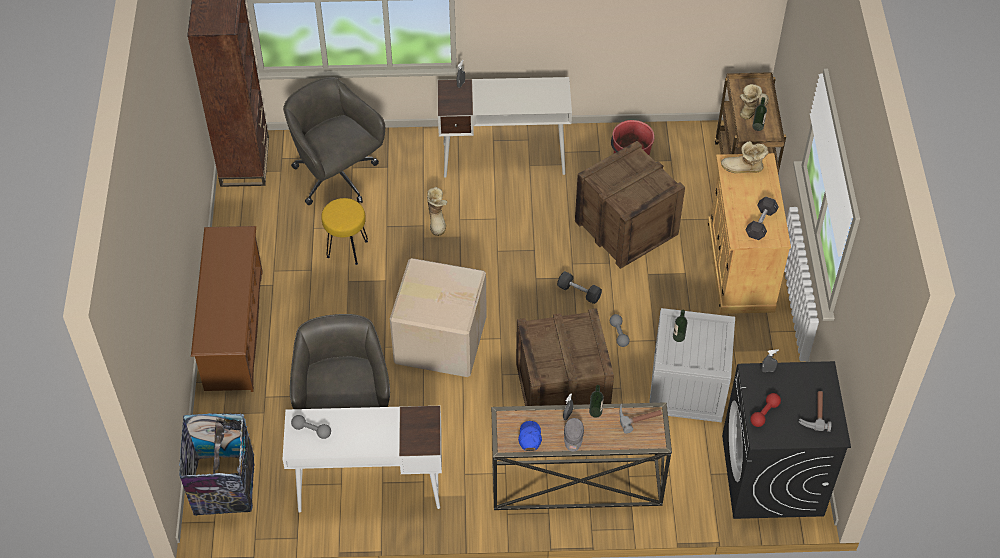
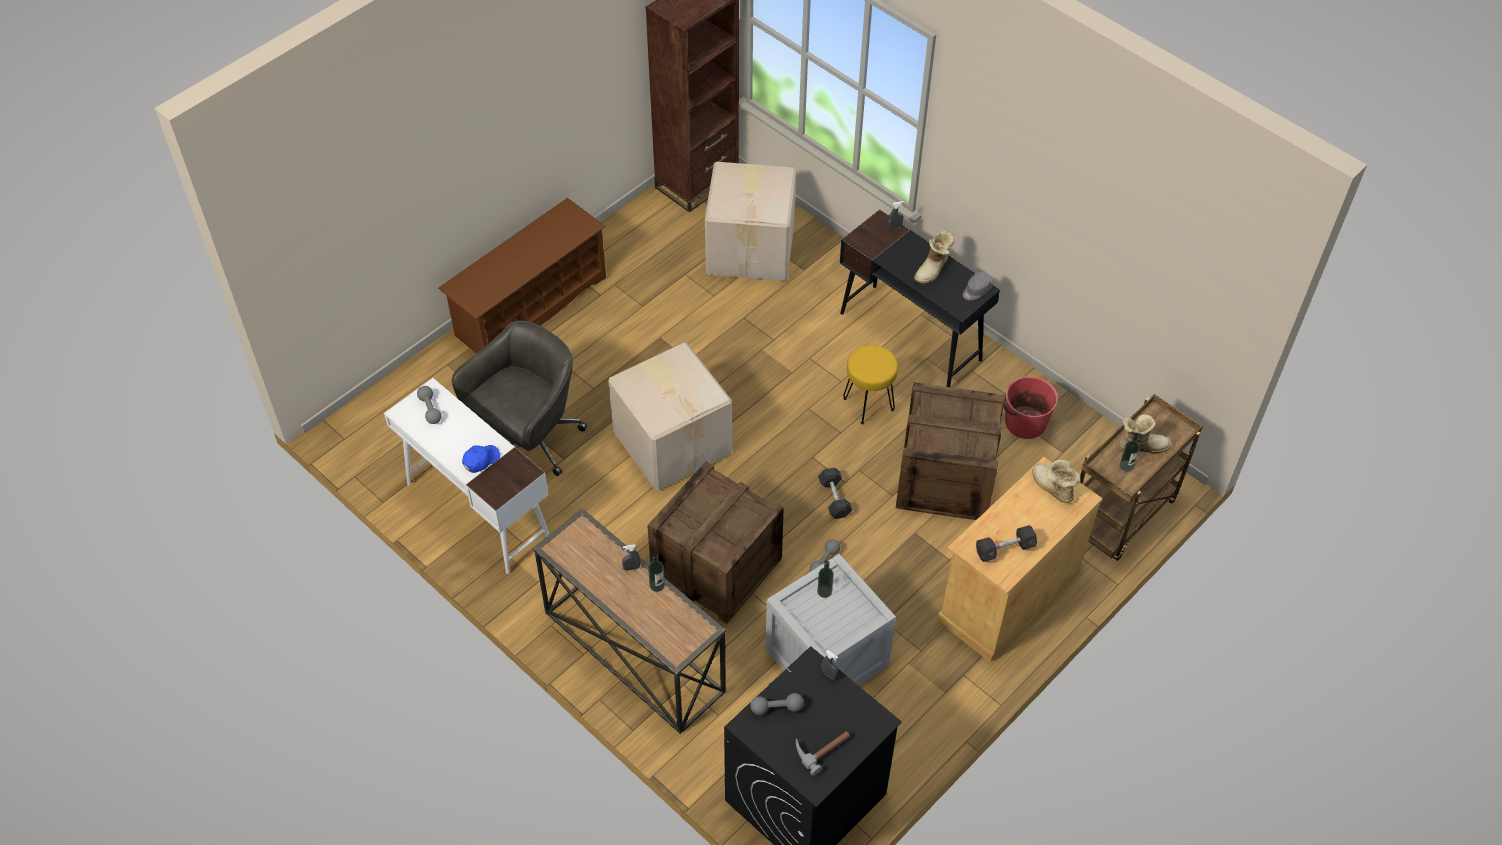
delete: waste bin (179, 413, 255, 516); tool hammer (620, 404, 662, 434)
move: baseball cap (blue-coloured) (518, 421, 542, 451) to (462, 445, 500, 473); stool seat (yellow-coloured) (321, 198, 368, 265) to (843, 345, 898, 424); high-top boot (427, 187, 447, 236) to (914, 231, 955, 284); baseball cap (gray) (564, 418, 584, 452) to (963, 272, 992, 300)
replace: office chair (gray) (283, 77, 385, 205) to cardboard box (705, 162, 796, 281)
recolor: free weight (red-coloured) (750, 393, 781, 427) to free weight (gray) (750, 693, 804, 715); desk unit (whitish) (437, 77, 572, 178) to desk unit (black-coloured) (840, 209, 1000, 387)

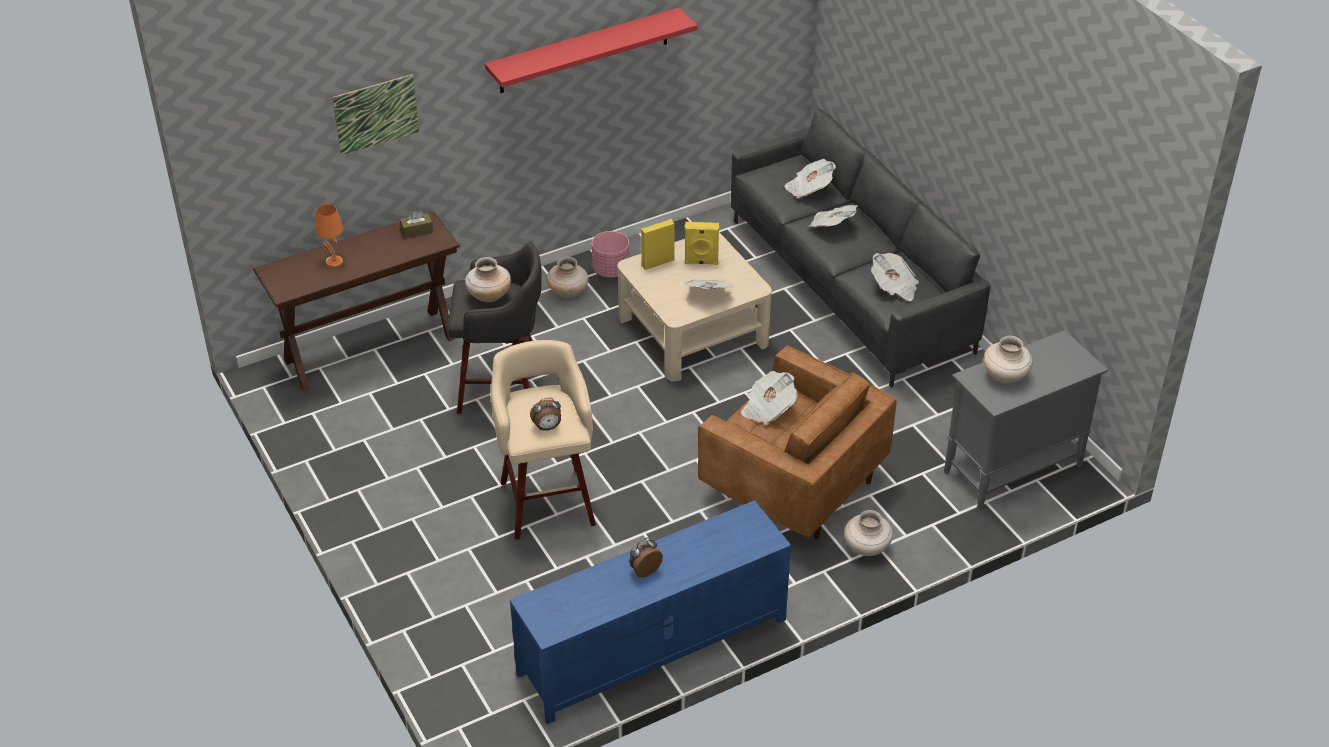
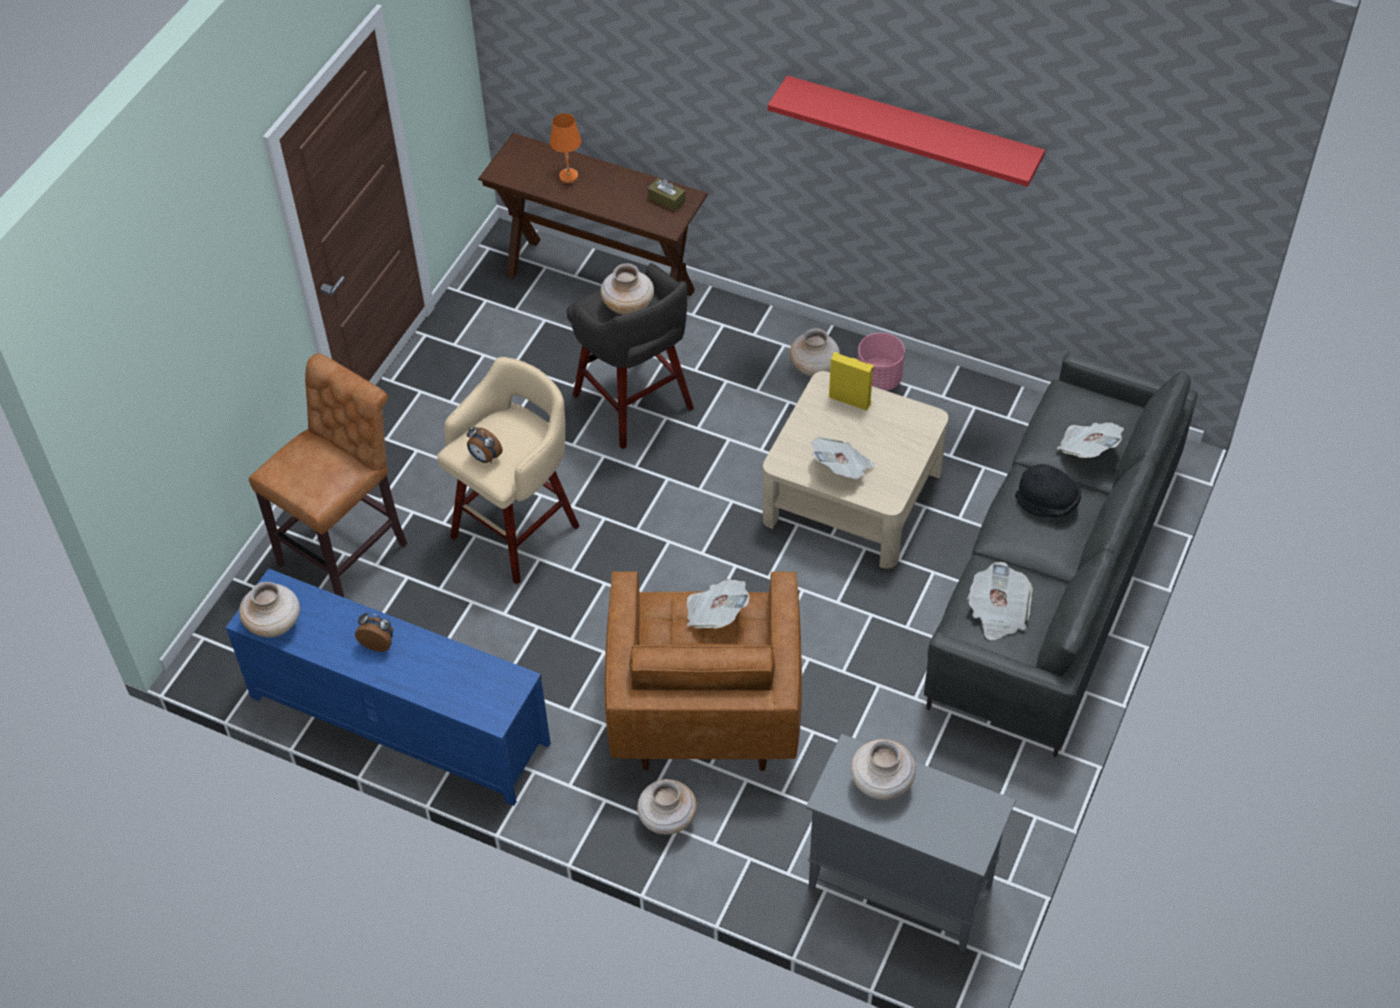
delete: wall picture (332, 74, 419, 155); audio speaker (yellow-coloured) (684, 222, 719, 265)
insert: decorative vase (beige-coloured) (239, 582, 300, 637); stool seat (brownish) (249, 353, 407, 597)
replace: daily paper (808, 205, 858, 227) to clothing hat (black-coloured) (1015, 464, 1081, 518)

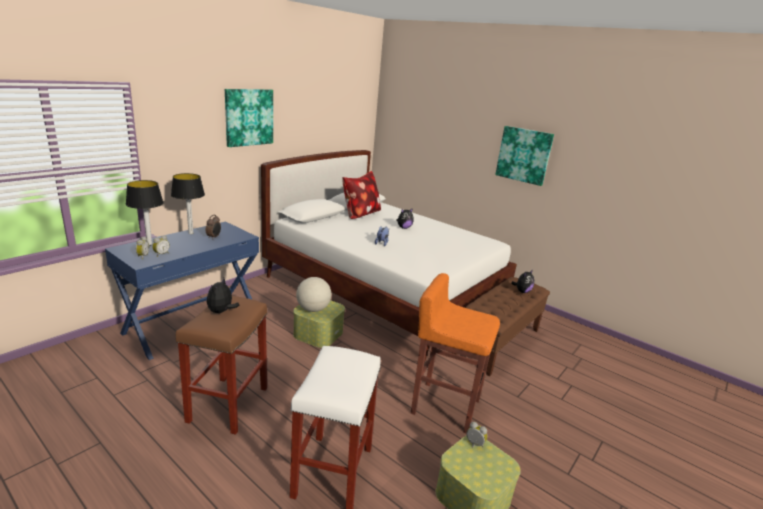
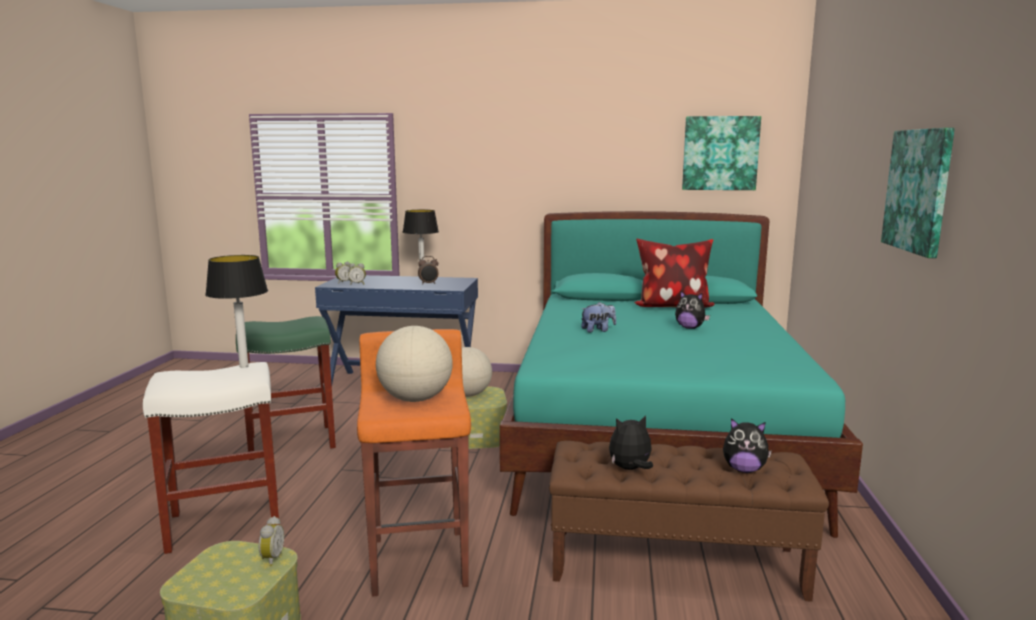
insert: desk globe (376, 326, 453, 402)
move: lamp for a table (126, 180, 164, 246) to (205, 255, 268, 367); plush toy (207, 278, 239, 313) to (609, 415, 653, 470); wall picture (225, 89, 273, 147) to (682, 116, 761, 190)
recolor: stool seat (brownish) (176, 296, 267, 435) to stool seat (green) (236, 316, 336, 460); bedroom bed (whitish) (261, 150, 517, 360) to bedroom bed (blue-green) (500, 211, 863, 538)

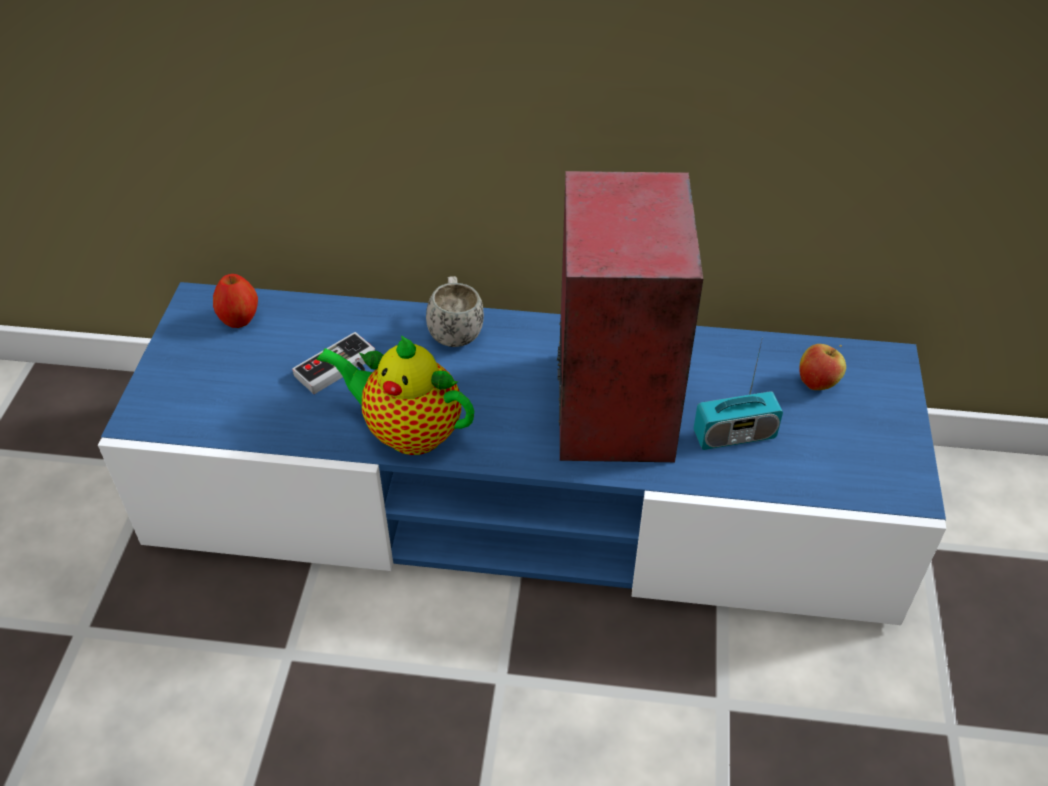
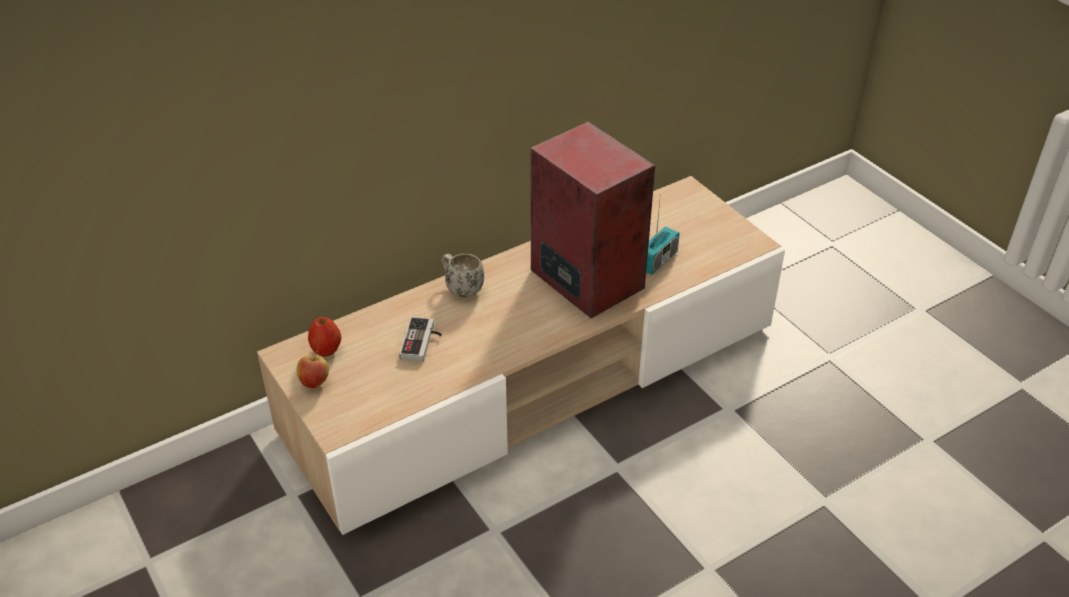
delete: teapot (316, 335, 474, 455)
move: apple fruit (799, 344, 846, 390) to (296, 351, 329, 389)
recolor: media console (blue-coloured) (98, 282, 946, 625) to media console (beige-coloured) (257, 176, 785, 535)

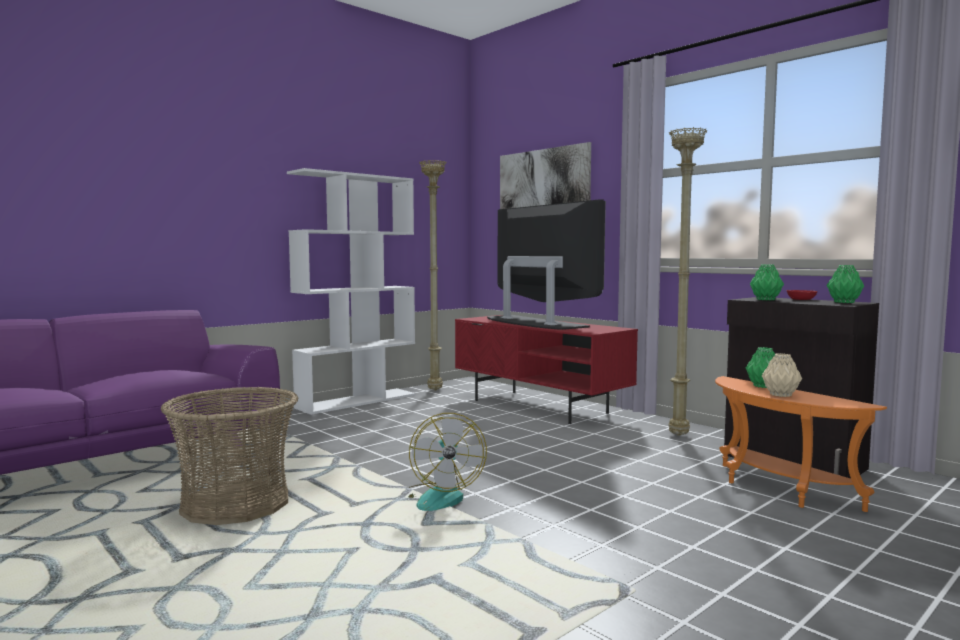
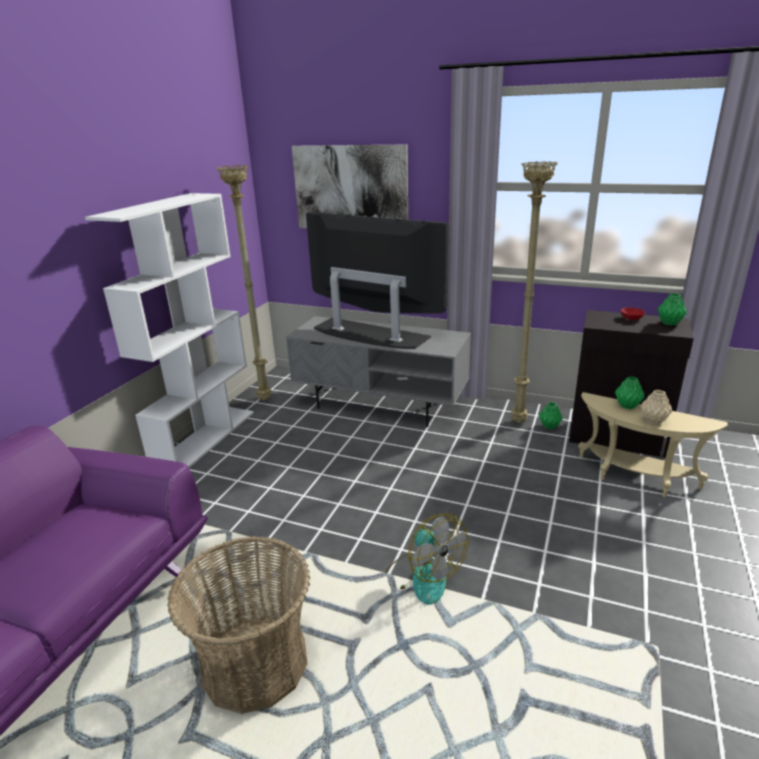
move: decorative vase (green) (750, 264, 784, 300) to (539, 402, 562, 429)
recolor: media console (red-coloured) (455, 315, 638, 424) to media console (gray) (286, 316, 471, 427); end table (orange) (715, 376, 887, 512) to end table (beige-coloured) (578, 392, 728, 497)

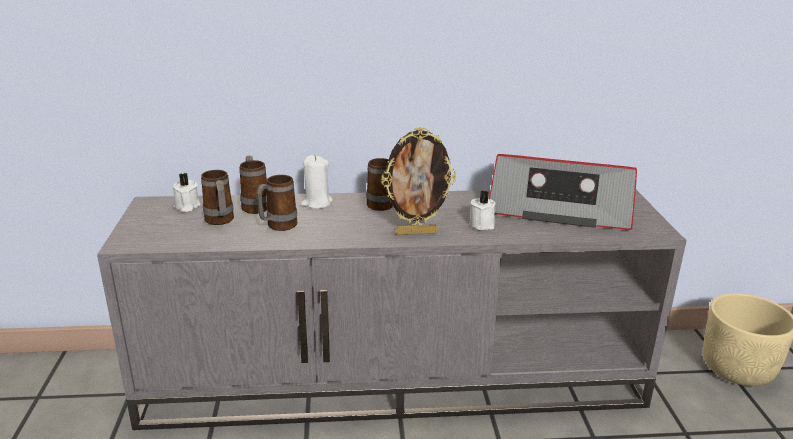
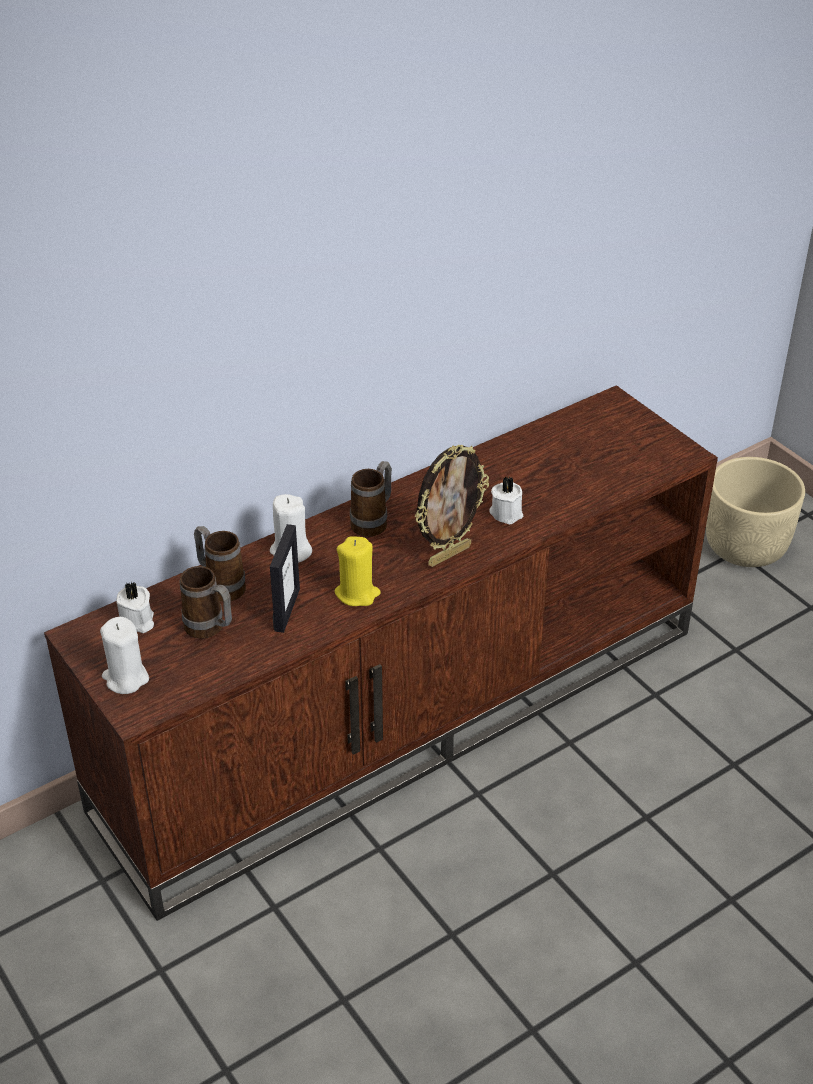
delete: radio receiver (489, 154, 637, 230)
insert: candle (whitish) (100, 617, 149, 694); candle (yellow-coloured) (334, 536, 381, 606)
replace: mug (256, 175, 297, 231) to standing frame (270, 524, 300, 633)
recolor: media console (gray) (97, 190, 687, 430) to media console (brownish) (44, 385, 718, 921)

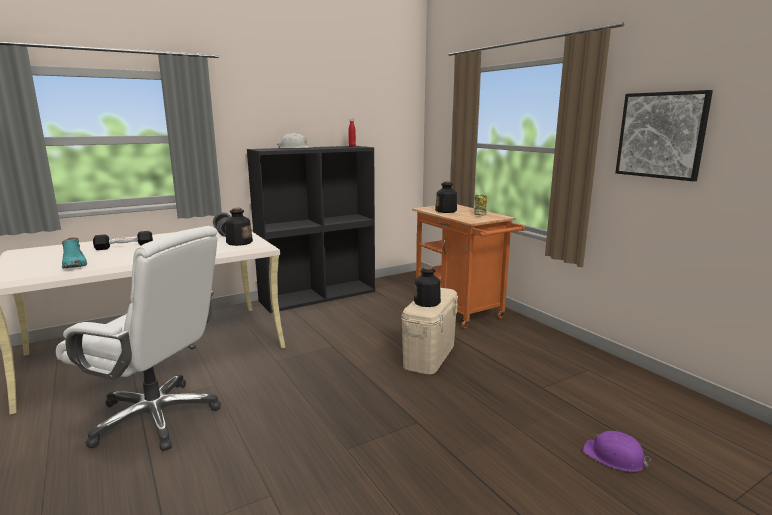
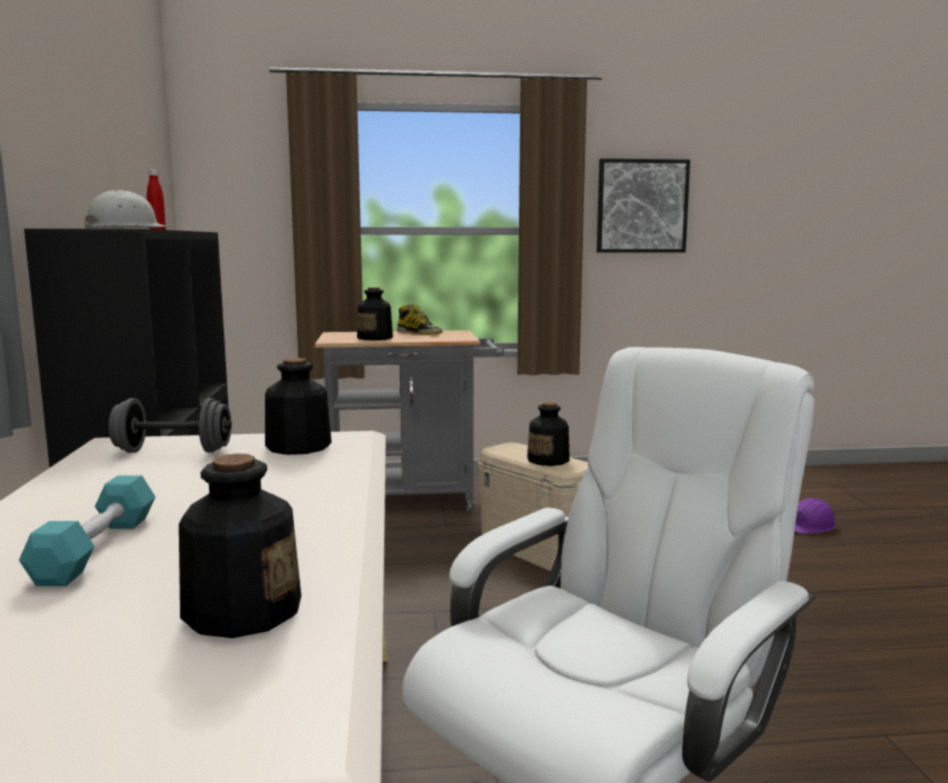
replace: high-top boot (blue-green) (62, 237, 87, 268) to beverage bottle (179, 453, 301, 638)
recolor: free weight (black-coloured) (93, 231, 153, 250) to free weight (blue-green) (19, 475, 155, 586); wheeled cart (orange) (412, 205, 525, 328) to wheeled cart (gray) (315, 330, 504, 512)

